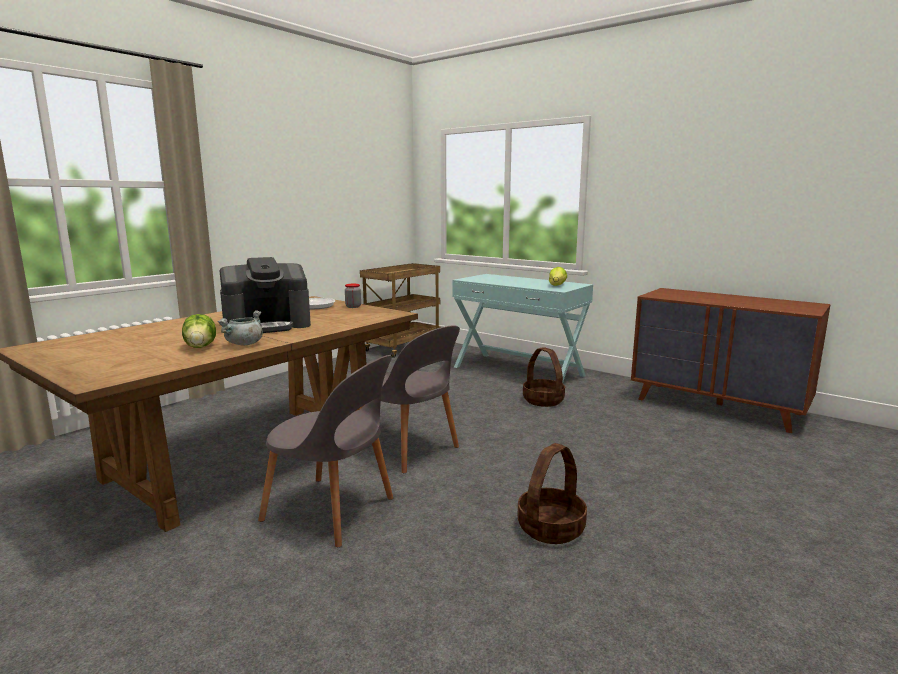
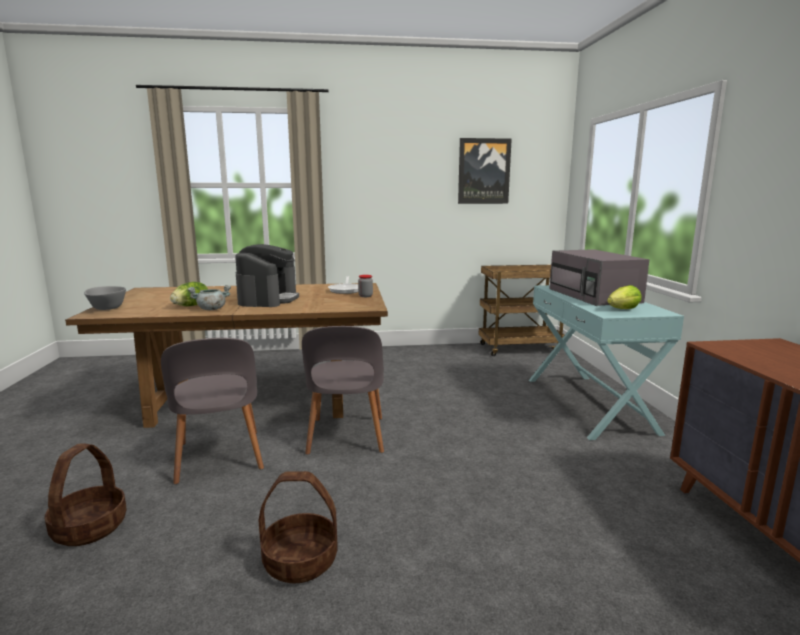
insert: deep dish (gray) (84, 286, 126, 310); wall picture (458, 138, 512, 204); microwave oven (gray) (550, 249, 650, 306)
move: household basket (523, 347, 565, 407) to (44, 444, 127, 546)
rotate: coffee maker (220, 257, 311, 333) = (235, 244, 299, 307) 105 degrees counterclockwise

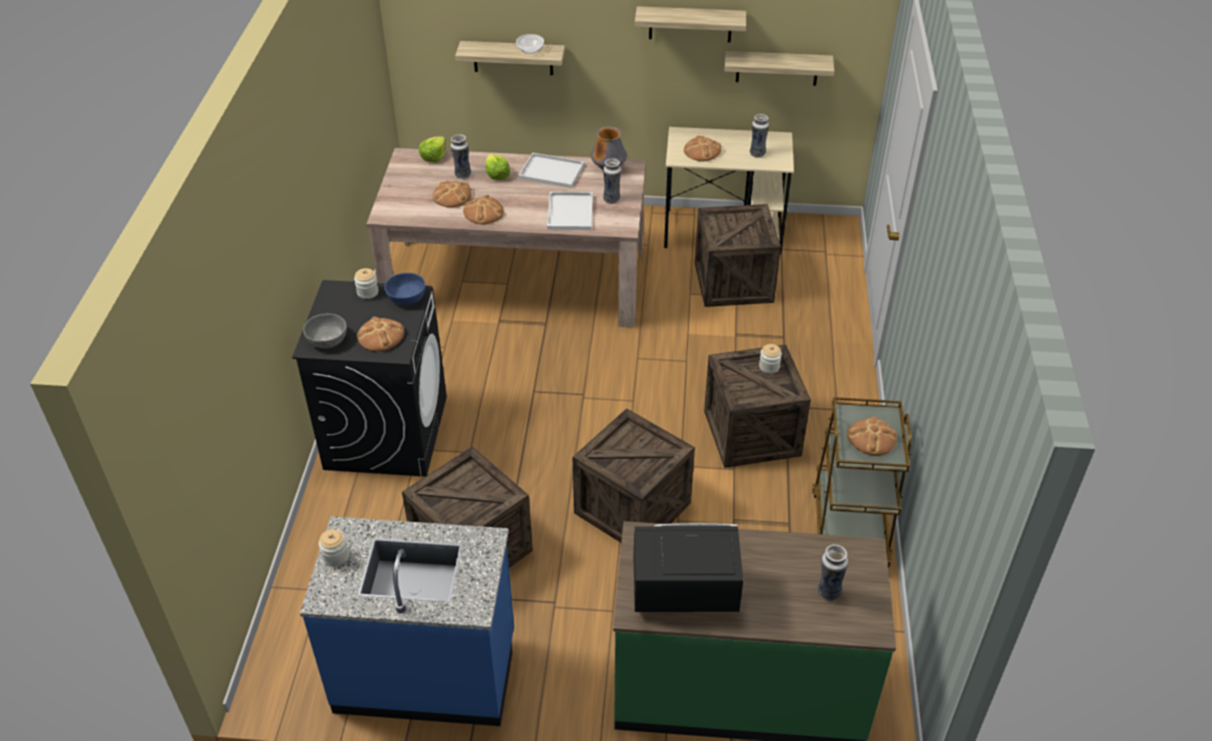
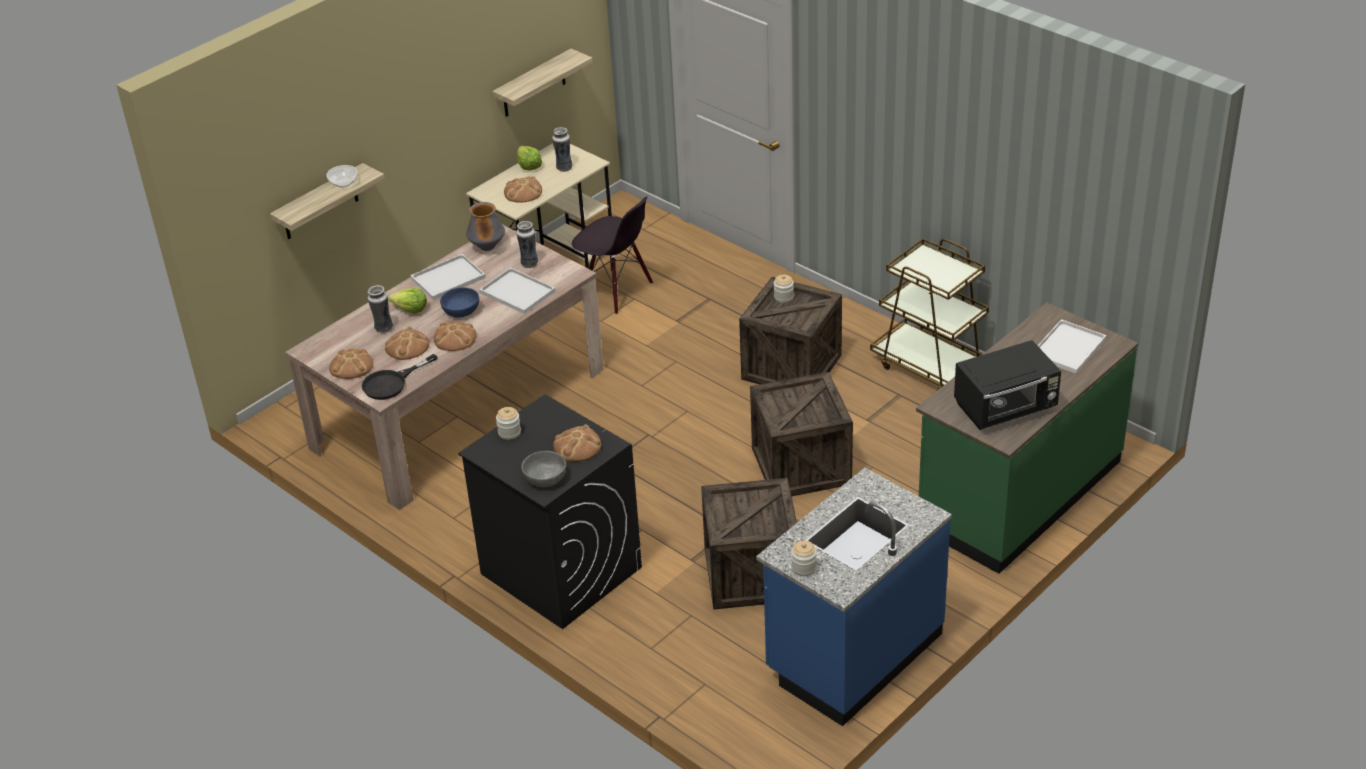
delete: wall shelf (635, 6, 746, 43)
insert: frying pan (black-coloured) (362, 354, 437, 400)
move: baked bread (847, 416, 897, 456) to (329, 349, 373, 379); deep dish (blue-coloured) (384, 273, 426, 305) to (440, 287, 479, 318); lettuce head (419, 137, 446, 162) to (517, 146, 542, 170)
replace: shipping crate (695, 204, 781, 307) to chair (black-coloured) (572, 196, 653, 315); decorative vase (817, 544, 848, 601) to carrying tray (whitish) (1038, 319, 1107, 374)
rotate: microwave oven (black-coloured) (634, 523, 743, 612) = (954, 340, 1061, 430) 150 degrees counterclockwise

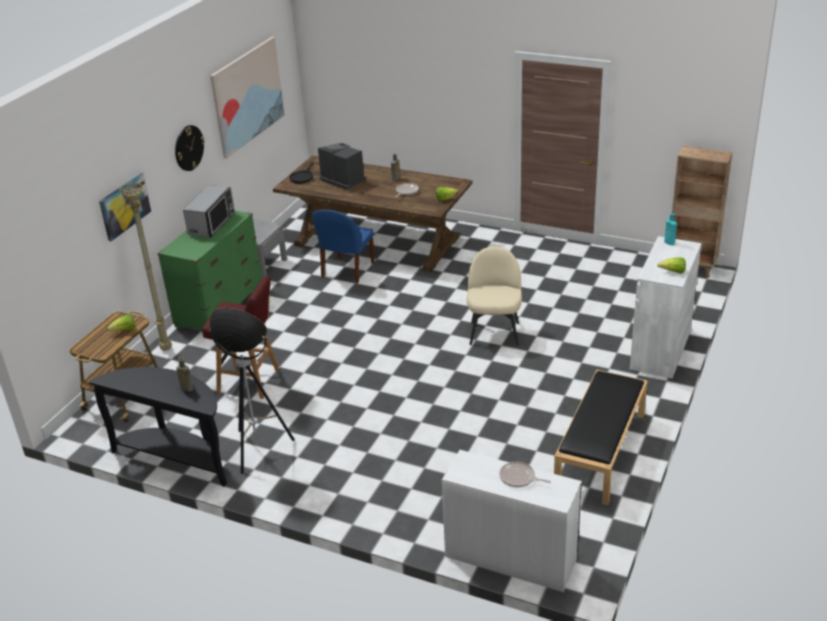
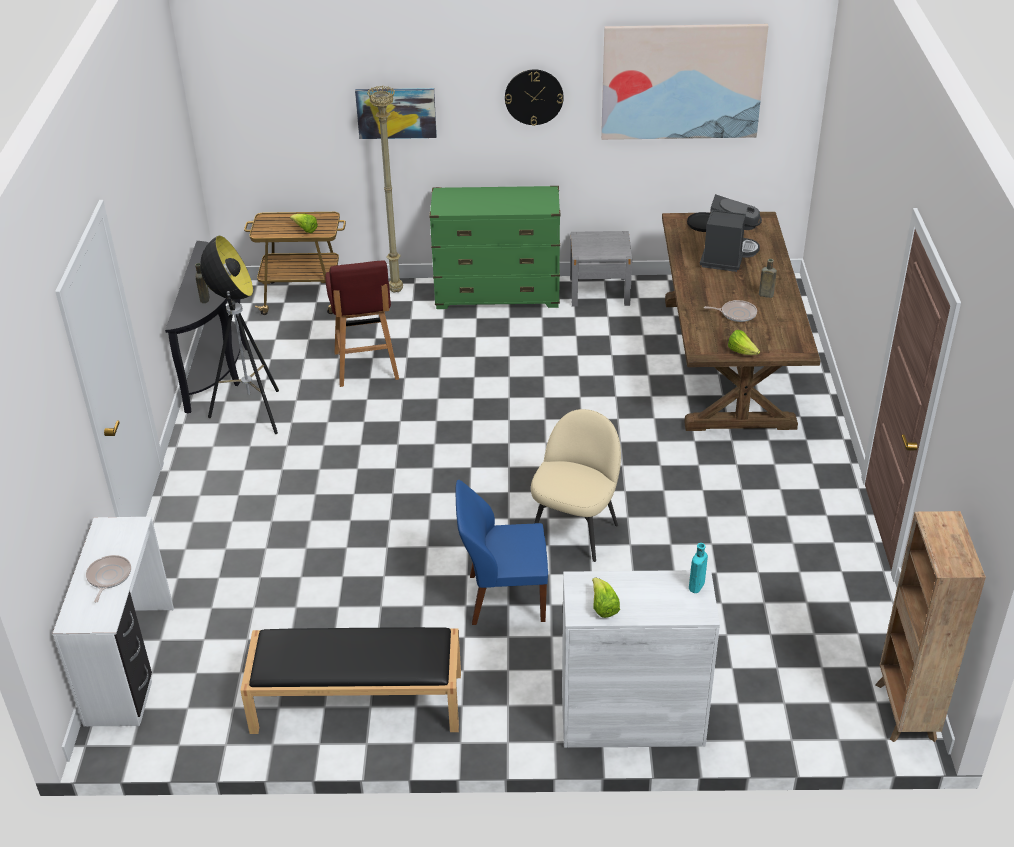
delete: microwave oven (183, 185, 235, 238)
move: chair (blue-coloured) (311, 210, 375, 284) to (456, 480, 548, 625)
rotate: chair (beige-coloured) (467, 247, 522, 346) = (531, 409, 621, 562) 45 degrees counterclockwise

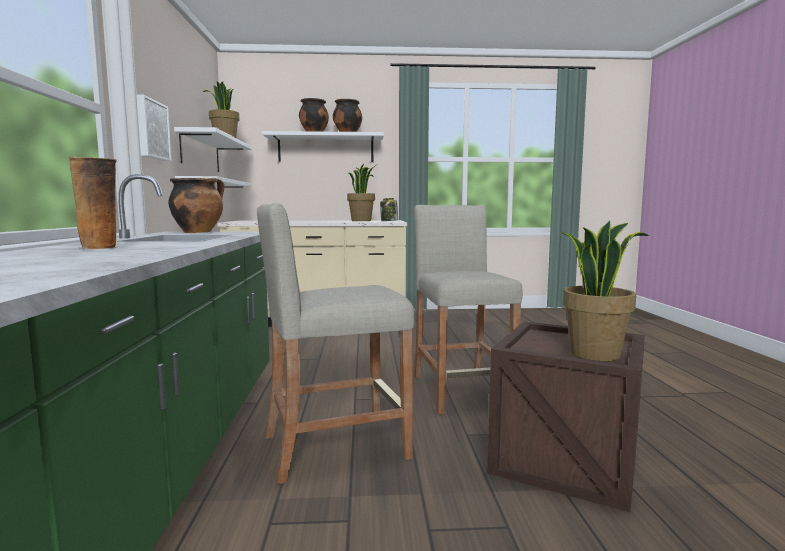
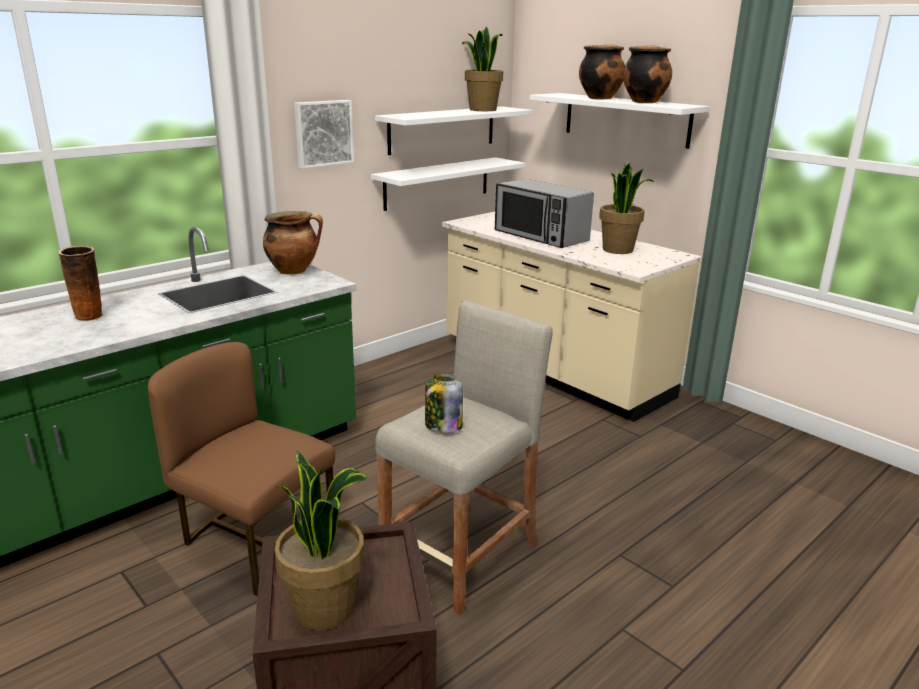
insert: microwave oven (495, 179, 594, 248)
move: jar (380, 198, 398, 221) to (425, 373, 463, 433)
replace: stool seat (beige-coloured) (257, 203, 414, 484) to chair (brownish) (148, 342, 335, 596)

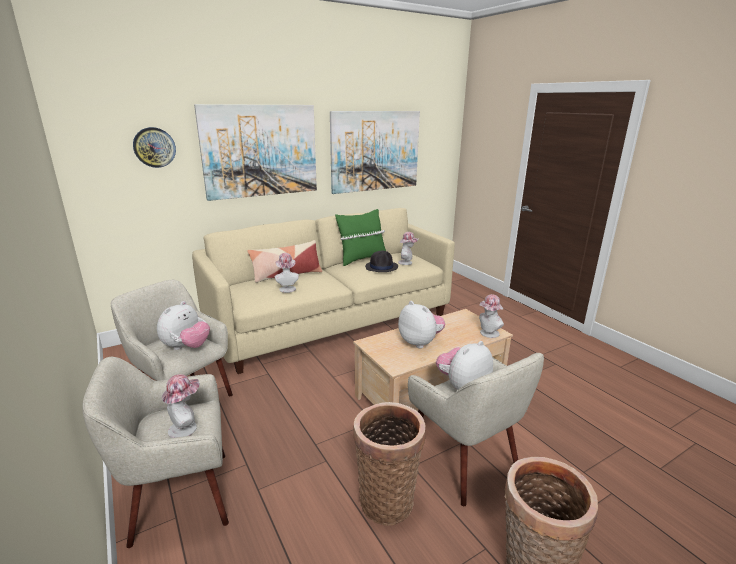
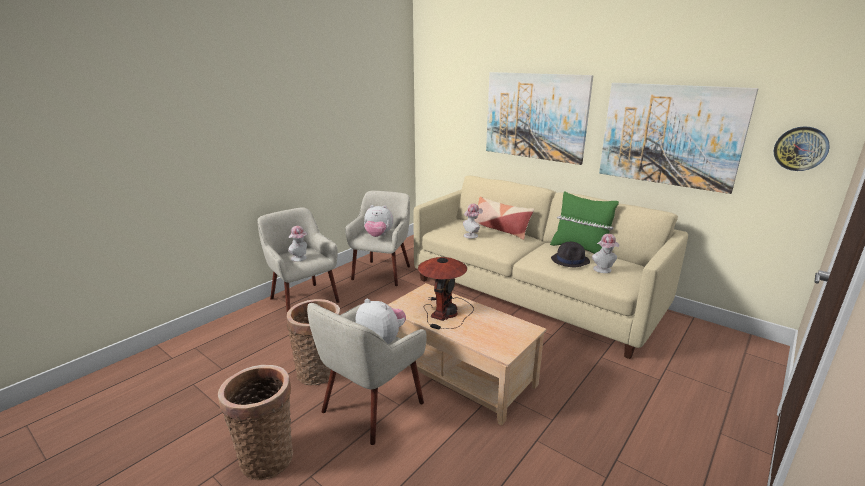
delete: clothing hat (479, 294, 504, 338)
move: hanging clock (133, 127, 176, 168) to (773, 126, 830, 171)
replace: plush toy (398, 301, 445, 348) to lamp for a table (418, 257, 474, 329)

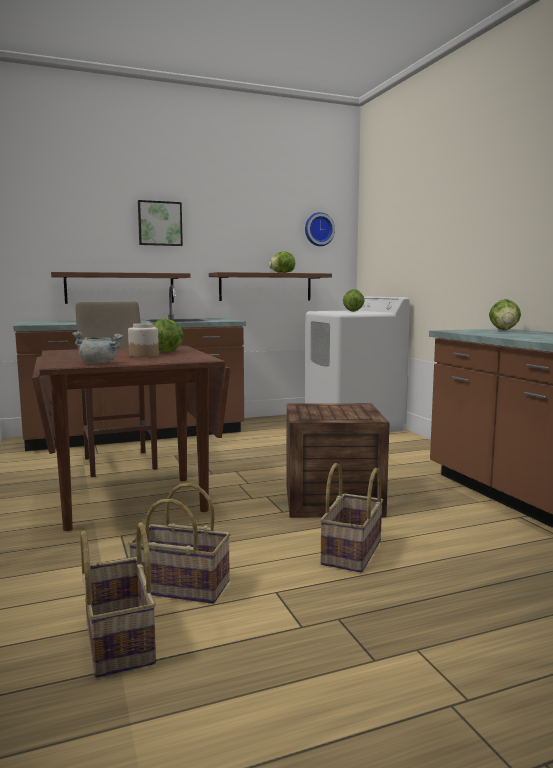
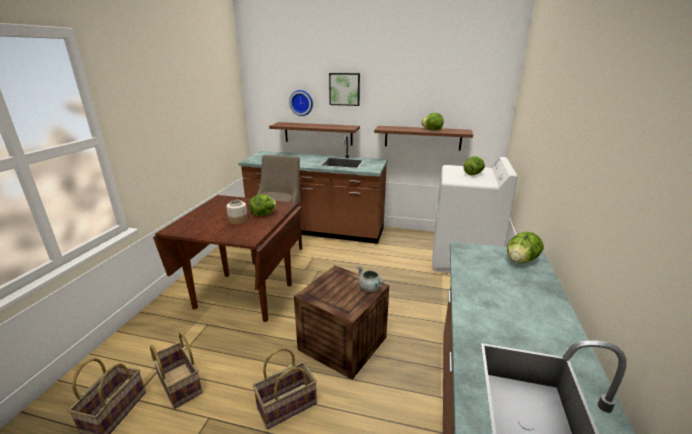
move: hanging clock (305, 212, 335, 246) to (289, 90, 313, 116); stockpot (gray) (72, 331, 124, 364) to (357, 266, 385, 292)

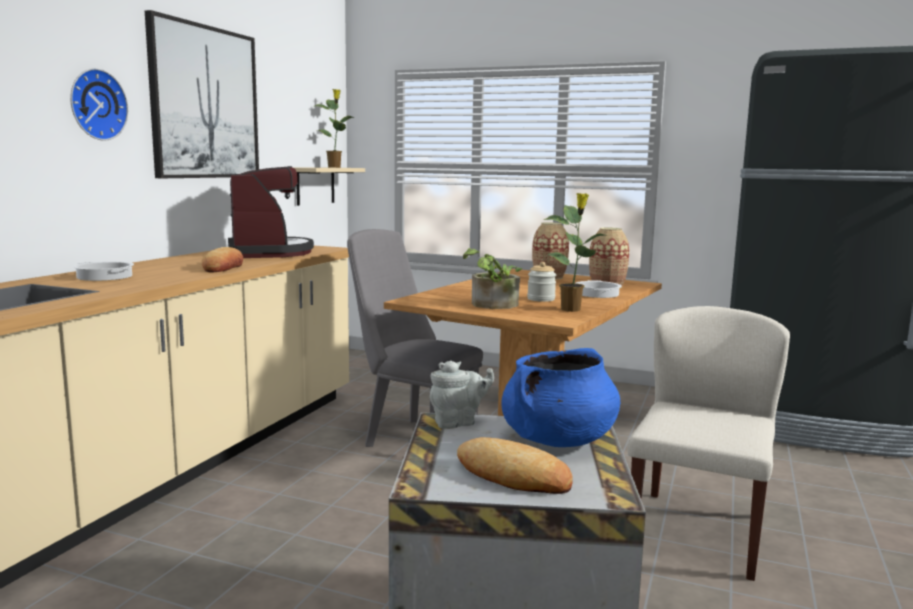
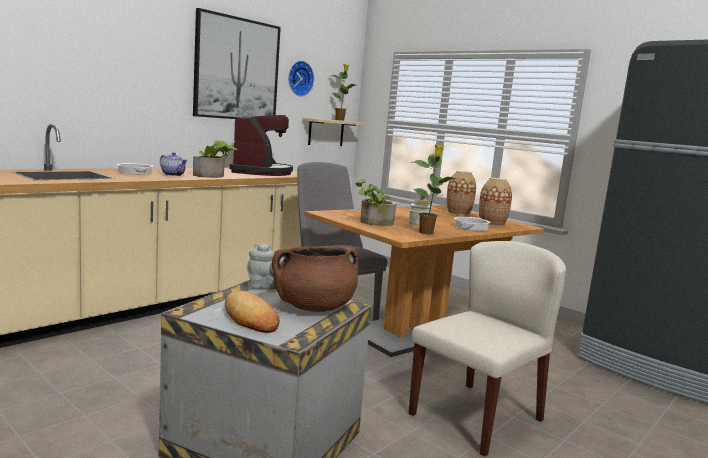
insert: teapot (160, 152, 188, 176)
move: hanging clock (70, 68, 128, 141) to (288, 61, 314, 97)
replace: baked bread (201, 247, 243, 272) to houseplant (193, 140, 238, 178)
recolor: stockpot (blue-coloured) (501, 348, 620, 447) to stockpot (brownish) (272, 246, 359, 312)

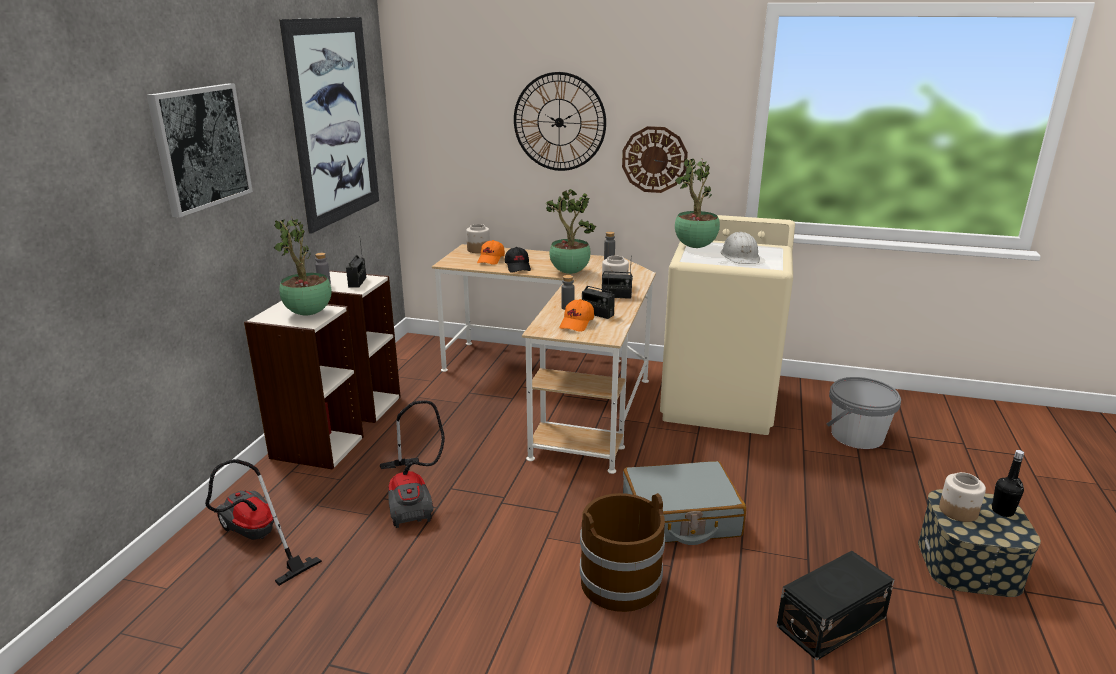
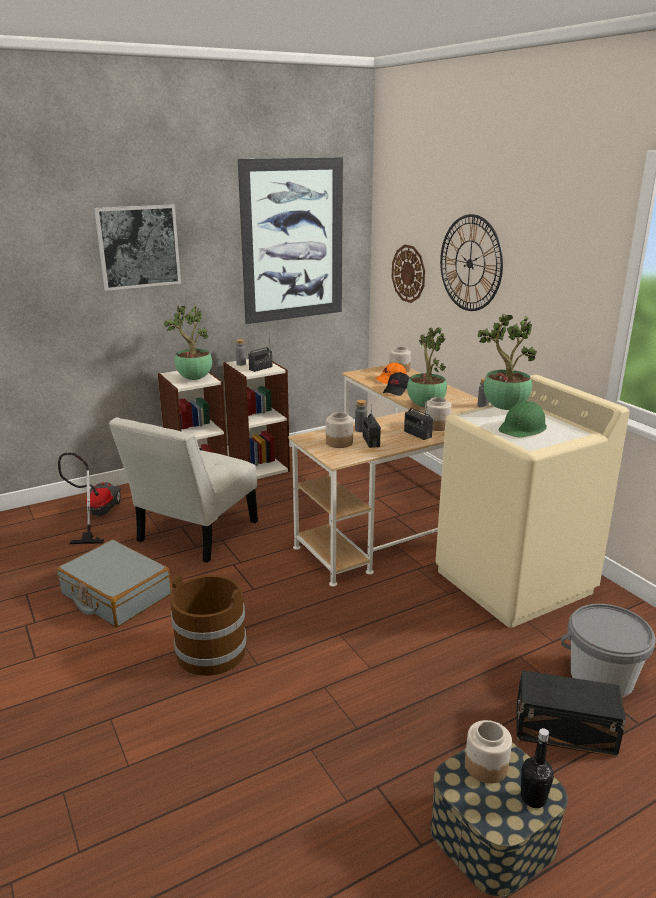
move: travel case (gray) (623, 461, 746, 545) to (57, 540, 171, 627); hanging clock (622, 126, 688, 193) to (392, 244, 425, 303); storage bin (black-coloured) (777, 551, 894, 661) to (516, 670, 626, 757)
replace: vacuum (380, 400, 445, 528) to chair (whitish) (109, 417, 258, 563); baseball cap (orange) (559, 299, 594, 332) to jar (326, 412, 353, 448)
recolor: hard hat (whitish) (721, 232, 760, 264) to hard hat (green) (499, 401, 547, 438)

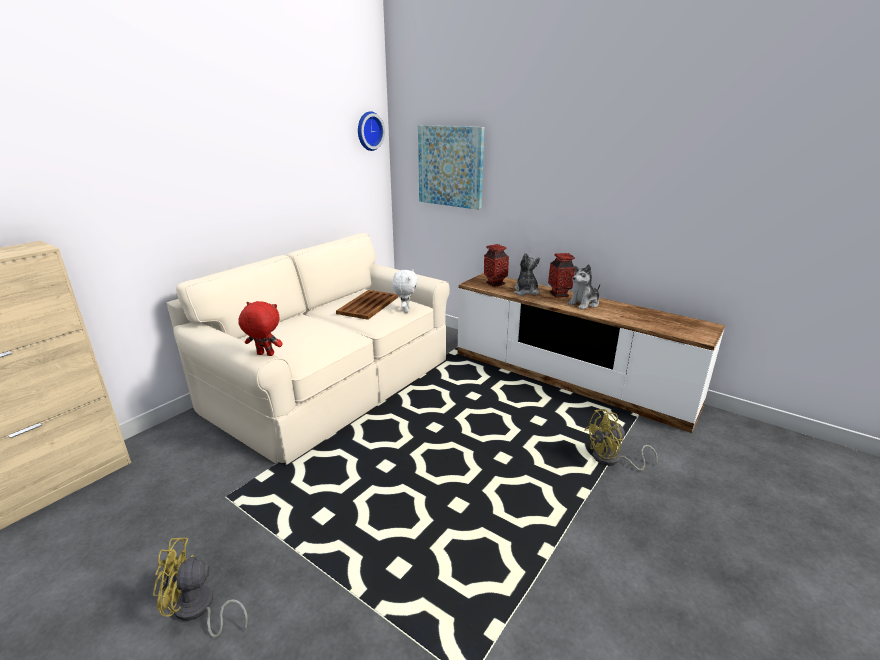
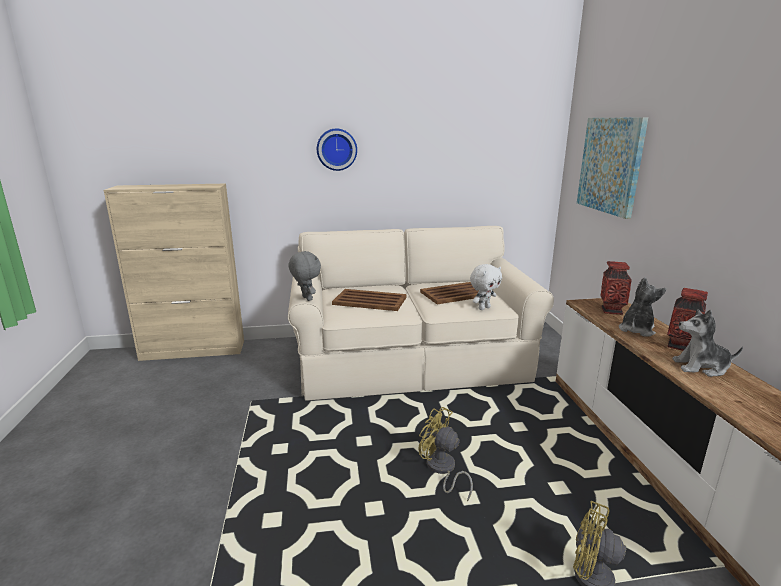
insert: carrying tray (brownish) (332, 289, 406, 311)
move: hanging clock (358, 111, 385, 151) to (317, 129, 357, 171); electric fan (yellow-coloured) (153, 538, 248, 638) to (418, 407, 473, 501)
recolor: plush toy (red-coloured) (238, 301, 283, 356) to plush toy (gray) (289, 251, 321, 301)

